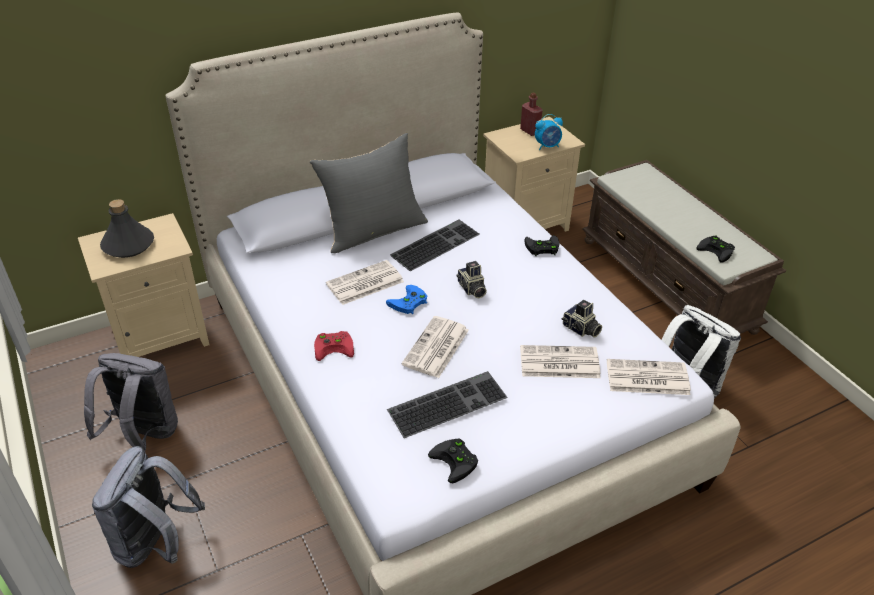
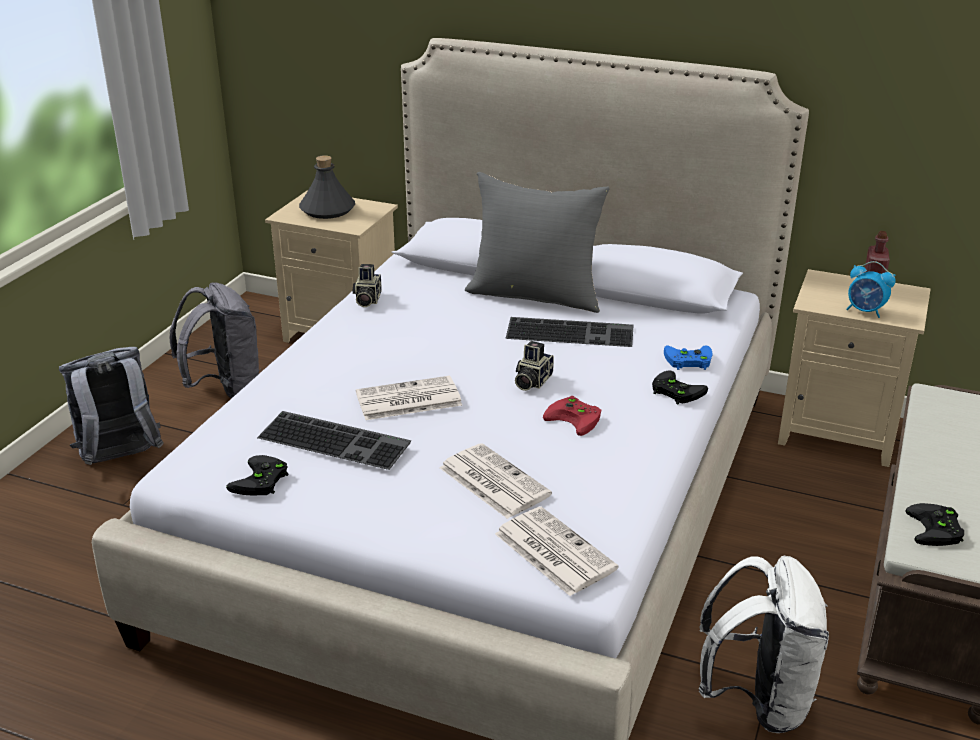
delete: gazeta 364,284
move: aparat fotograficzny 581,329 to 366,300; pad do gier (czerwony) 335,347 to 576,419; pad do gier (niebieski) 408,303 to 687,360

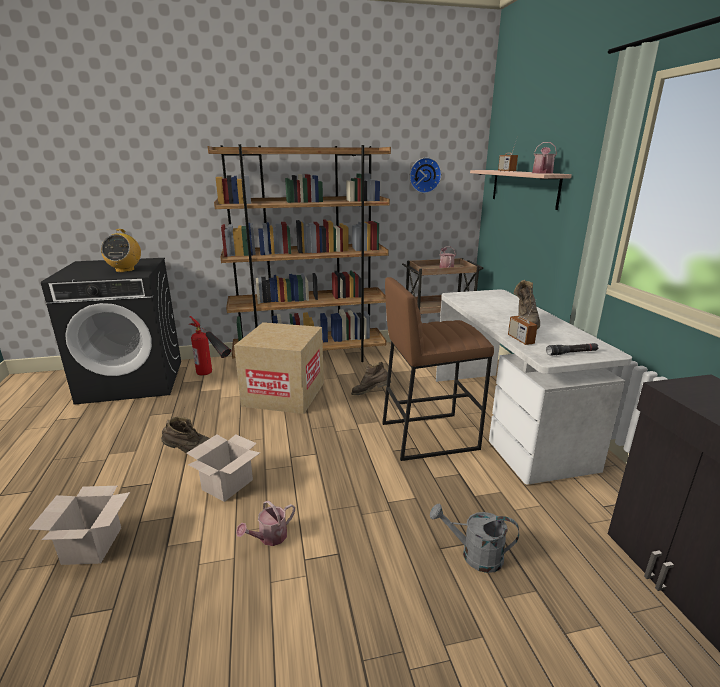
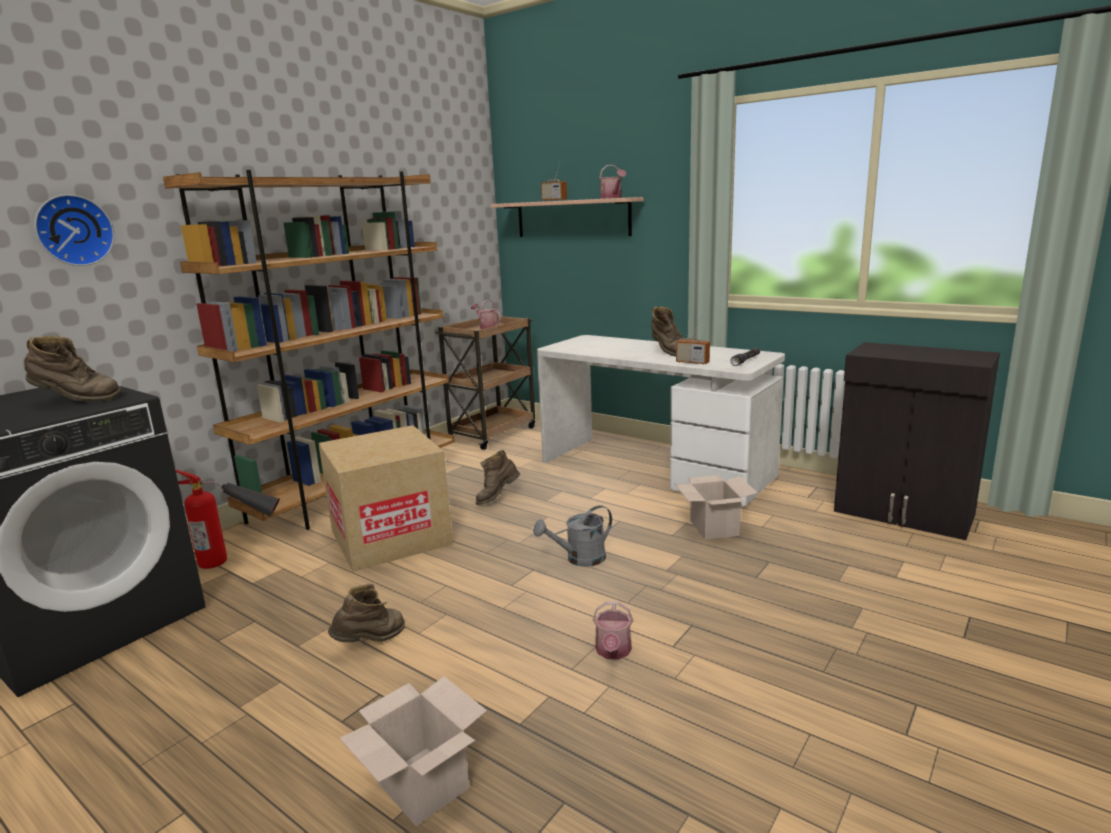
delete: stołek (brązowy) 429,435
move: zegar ścienny 424,175 to 73,230; konewka (szary) 474,555 to 579,559; karton 228,484 to 712,527
replace: radio 125,270 to but z cholewką (brązowy) 76,401

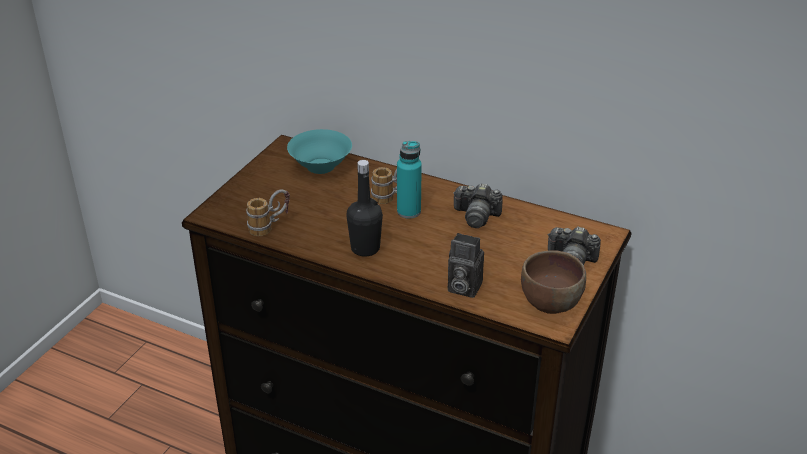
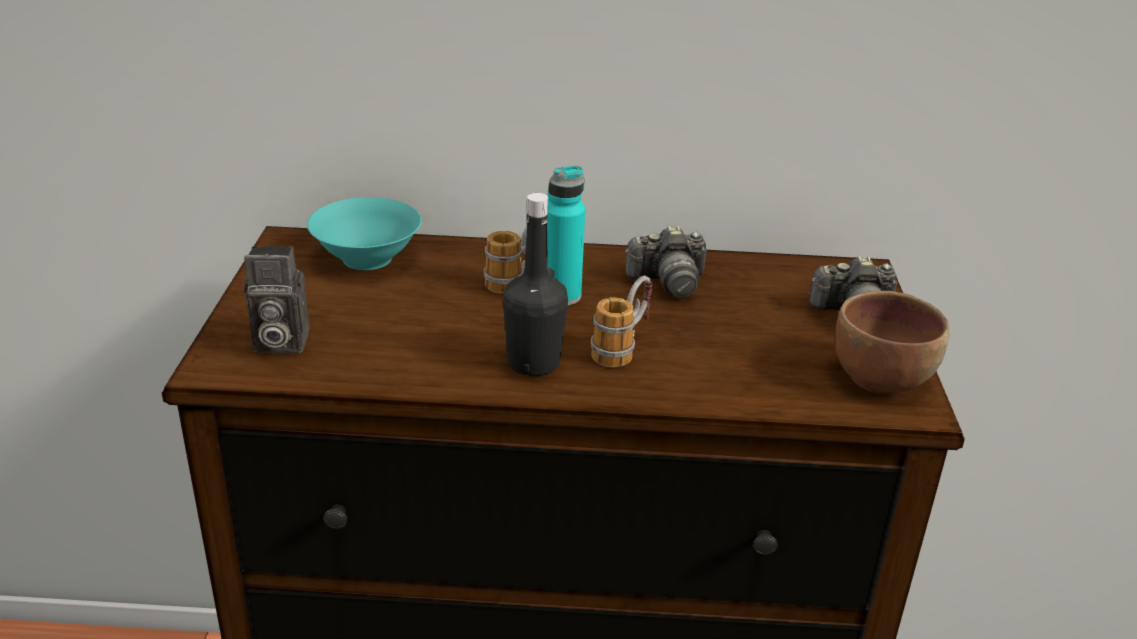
move: aparat fotograficzny 462,287 to 278,342; kubek 270,226 to 623,348

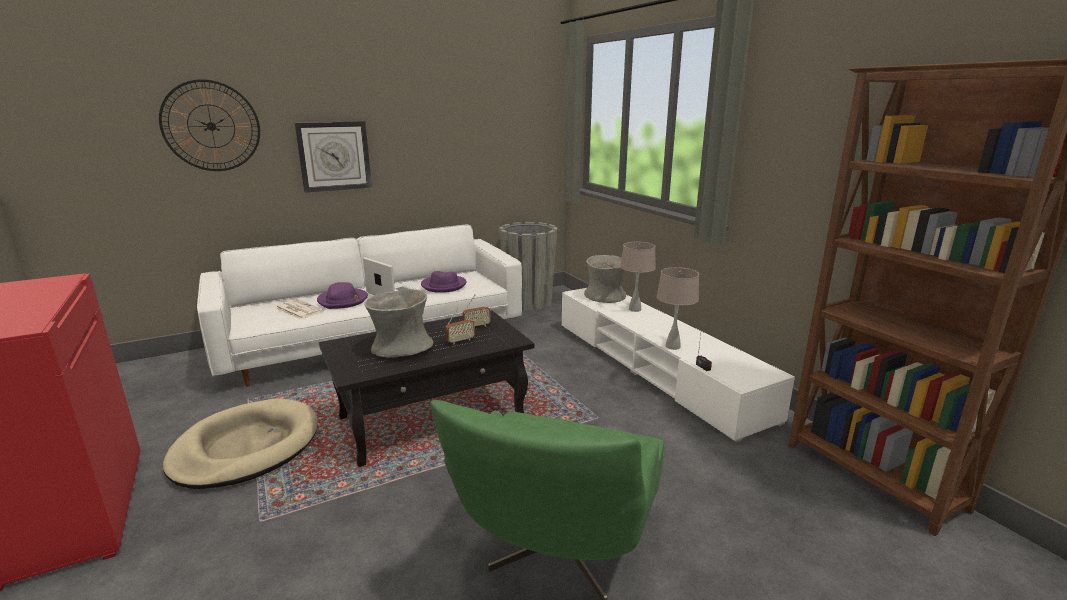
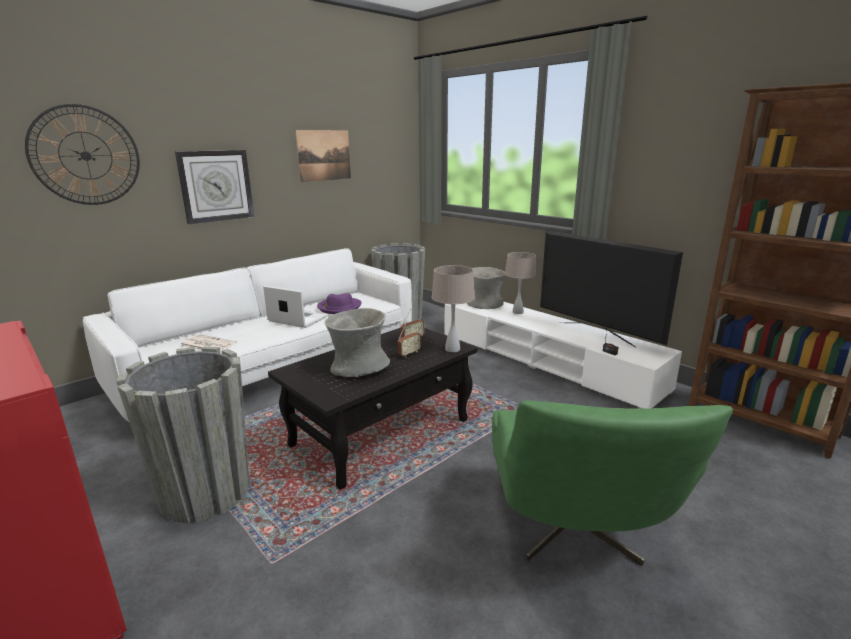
delete: kapelusz (fioletowy) 343,301
insert: obraz 324,155; telewizor 596,334
move: lampa stołowa (beżowy) 673,346 to 452,349
replace: legowisko (beżowy) 246,448 to donica (szary) 205,492

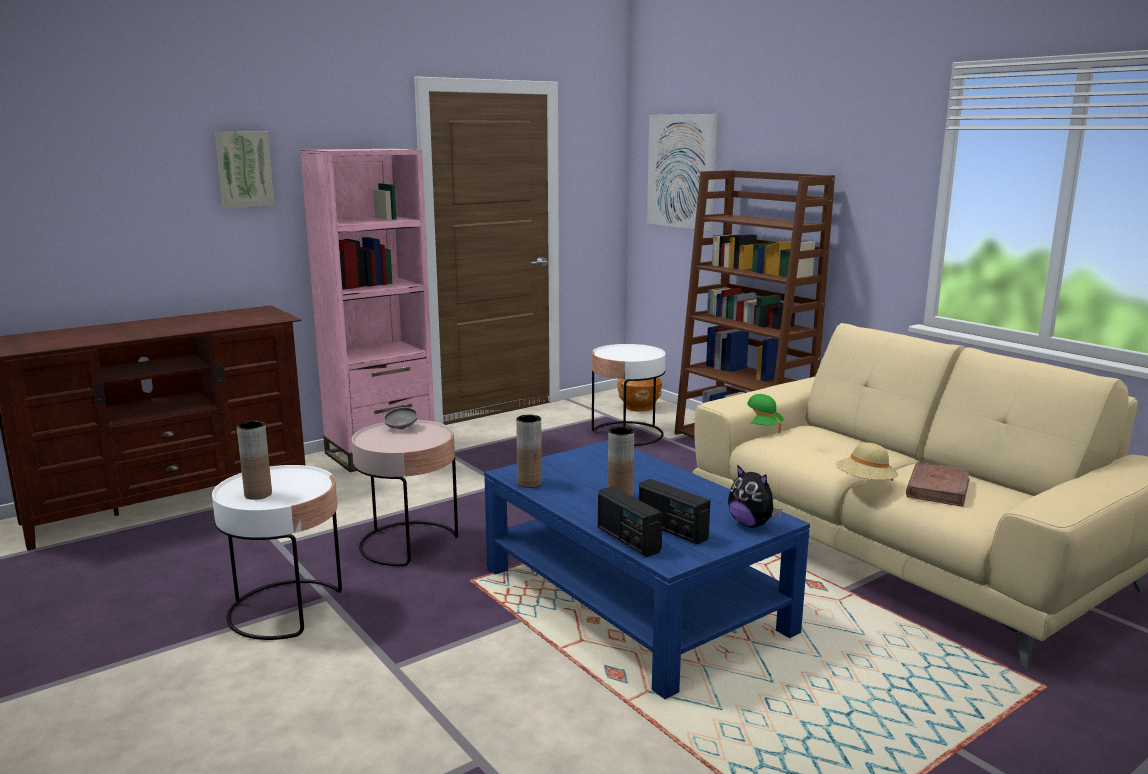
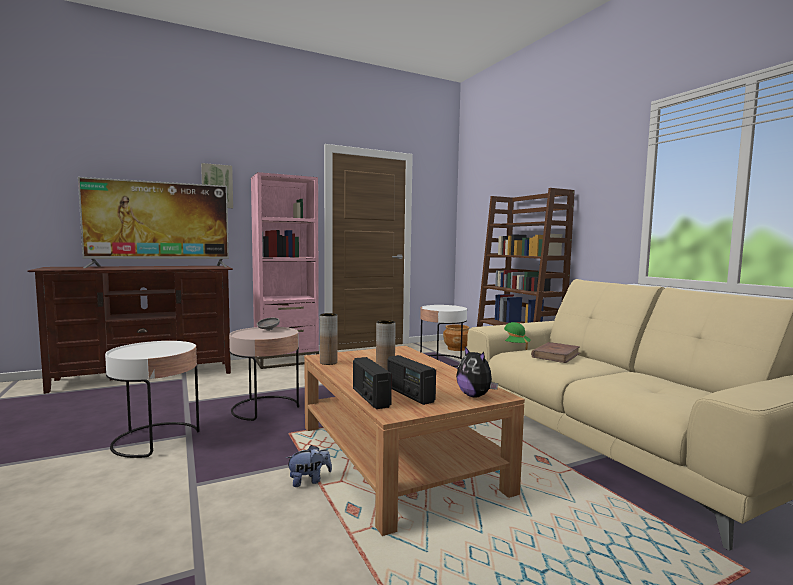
delete: wazon (brązowy) 258,494; obraz 681,171; kapelusz (beżowy) 865,483
insert: telewizor 160,266; pluszak 309,480
move: książka (brązowy) 938,488 to 556,355
recolor: ława (niebieski) 635,600 to ława (brązowy) 397,457

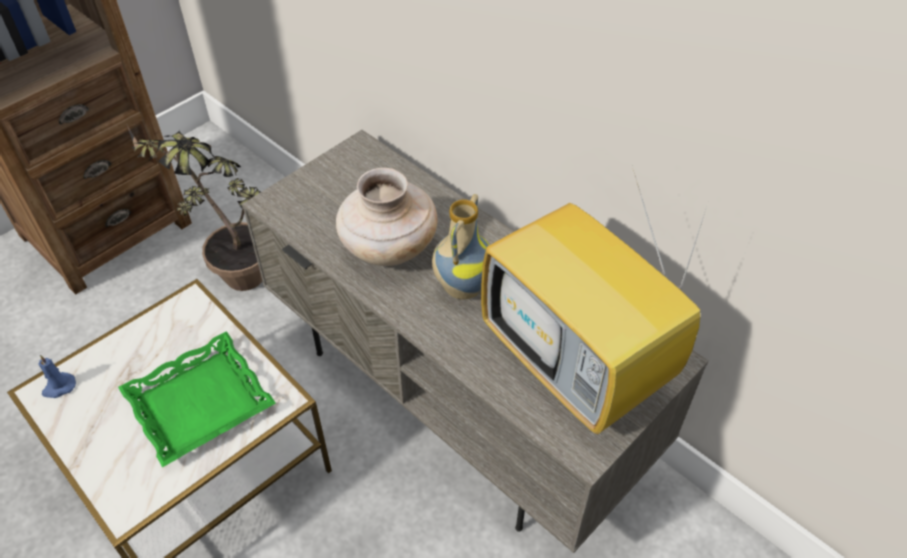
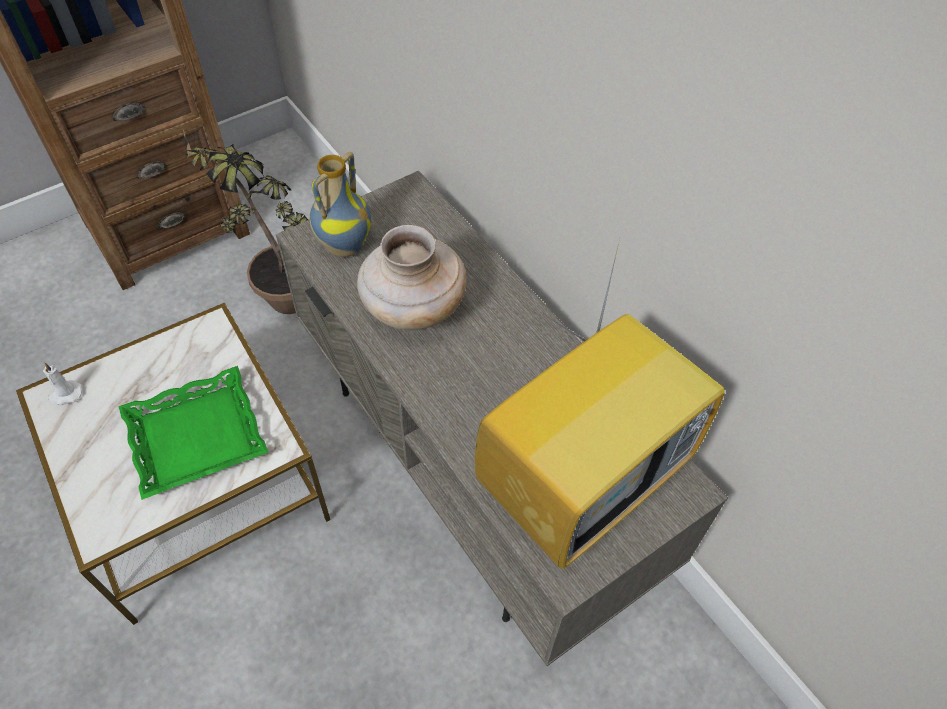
move: wazon 461,287 to 343,245
recolor: świeca (niebieski) 59,387 to świeca (biały) 65,394
rotate: telewizor 579,365 = 583,477 105 degrees counterclockwise

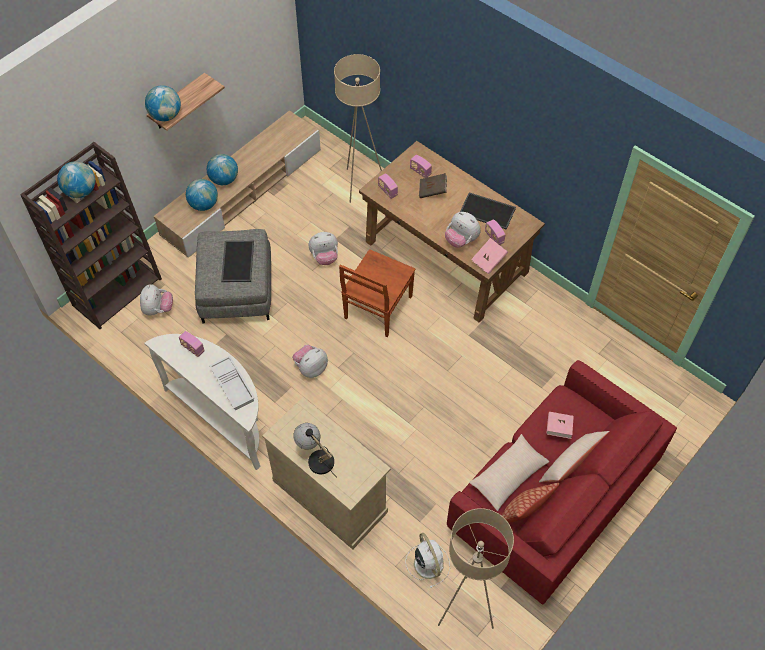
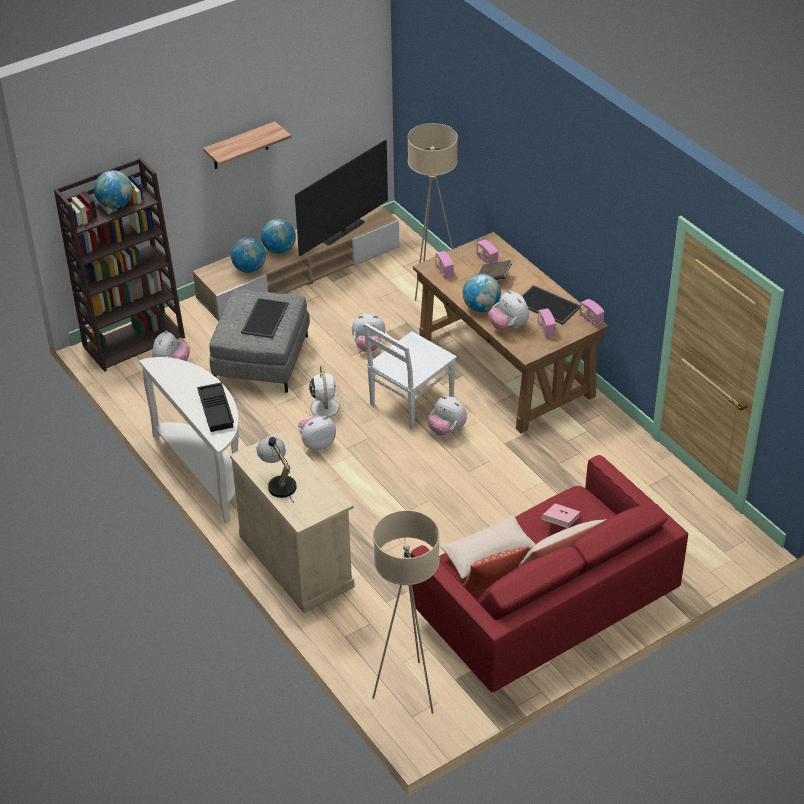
delete: książka (różowy) 488,261
insert: telewizor 343,232; pluszak 446,430
move: wentylator (biały) 428,563 to 324,407; globus 166,116 to 481,308; radio 192,348 to 591,319
recolor: taca (biały) 233,385 to taca (czarny) 217,410; krzesło (brązowy) 377,308 to krzesło (biały) 410,402

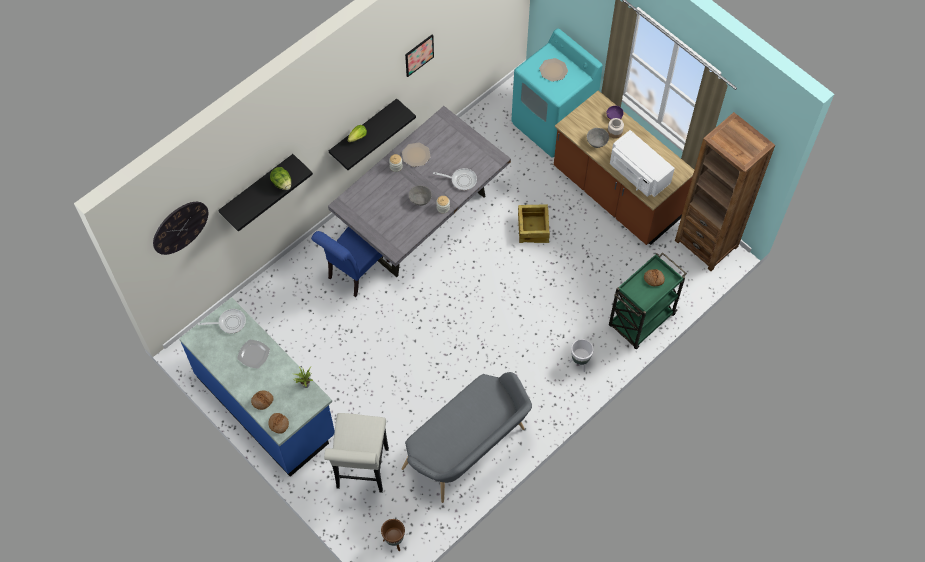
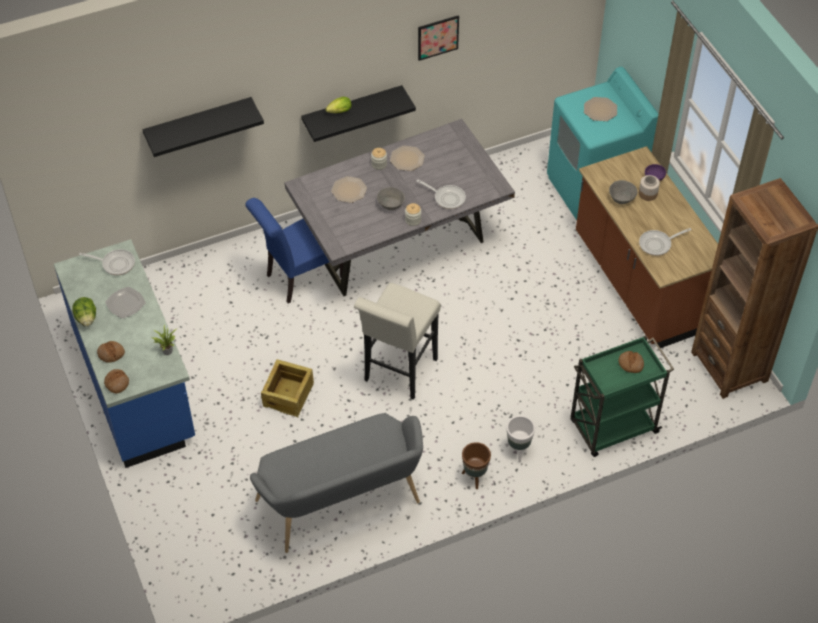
delete: zegar ścienny 180,227
insert: talerz 349,190
move: sałata 282,183 to 86,318; skrzynka 533,228 to 289,395; stołek (biały) 361,472 to 398,374; donica (brązowy) 394,541 to 474,477
replace: mikrofalówka (biały) 638,173 to patelnia 657,244

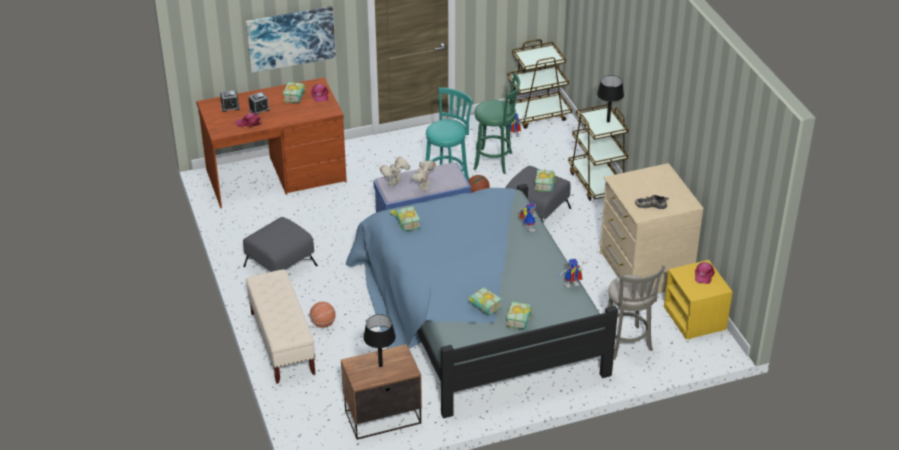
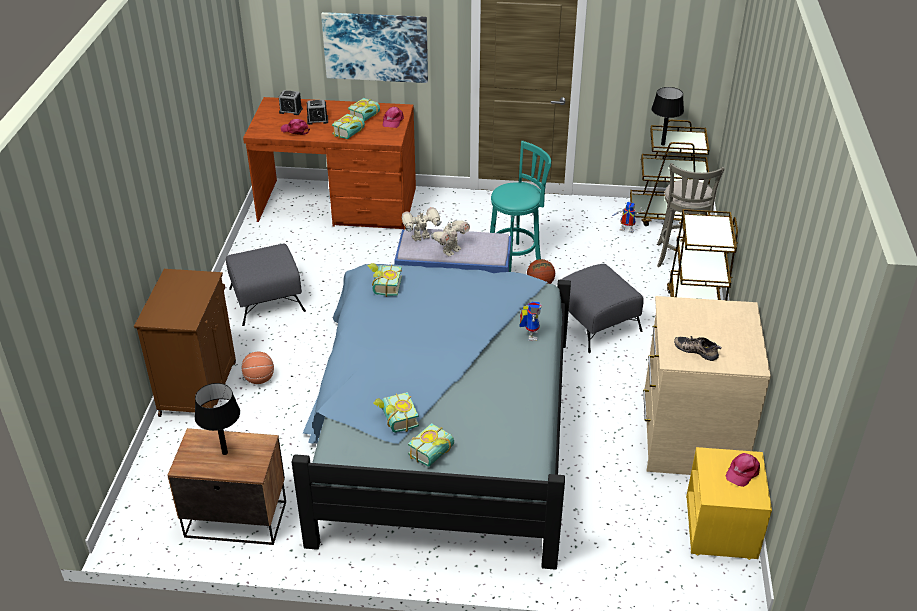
delete: stołek (zielony) 495,161; robot zabawkowy 571,286
move: książka 547,186 to 351,134; lampa stołowa (czarny) 608,121 to 662,144; stołek (szary) 627,344 to 679,259
replace: ławka (beżowy) 282,343 to szafka (brązowy) 199,387

